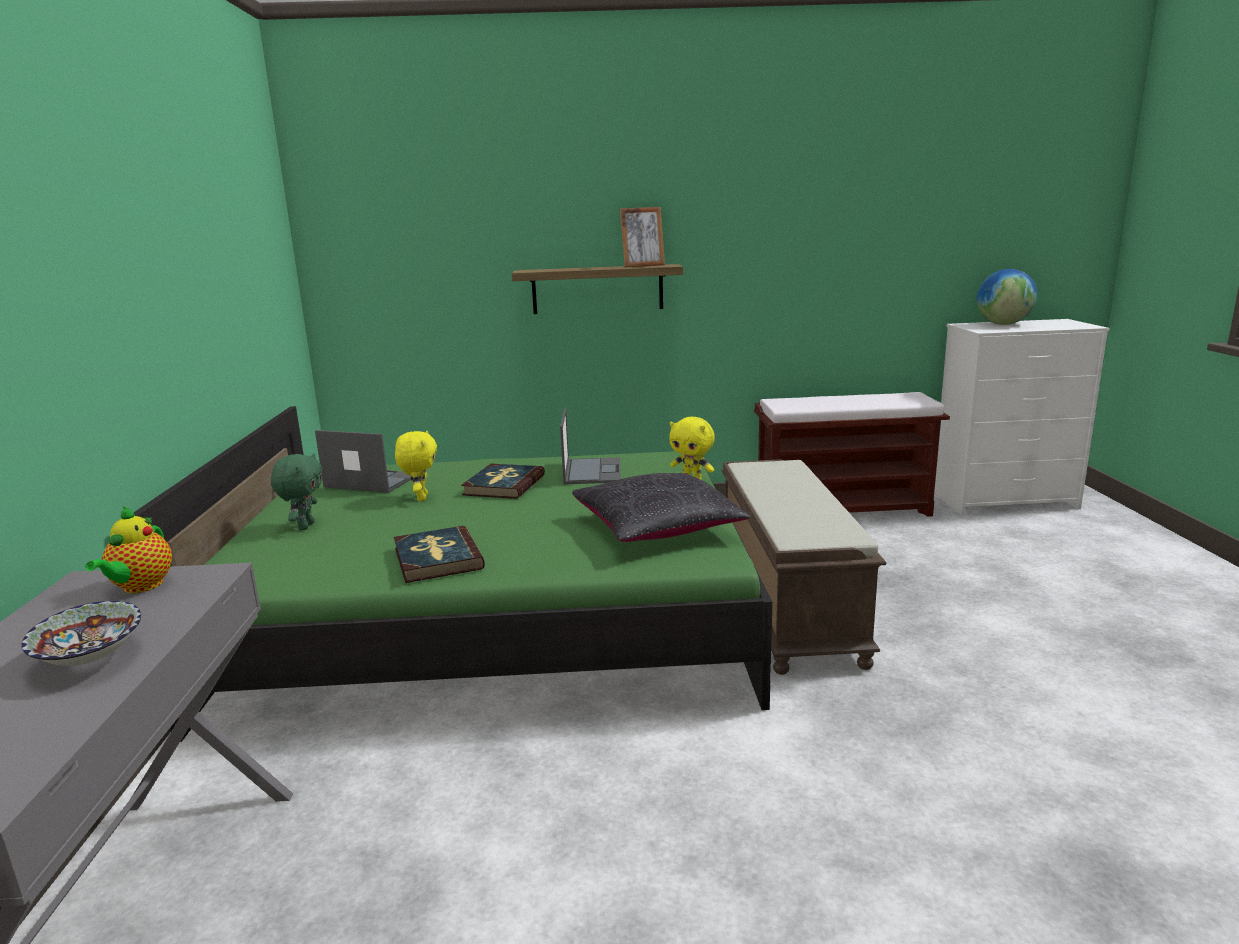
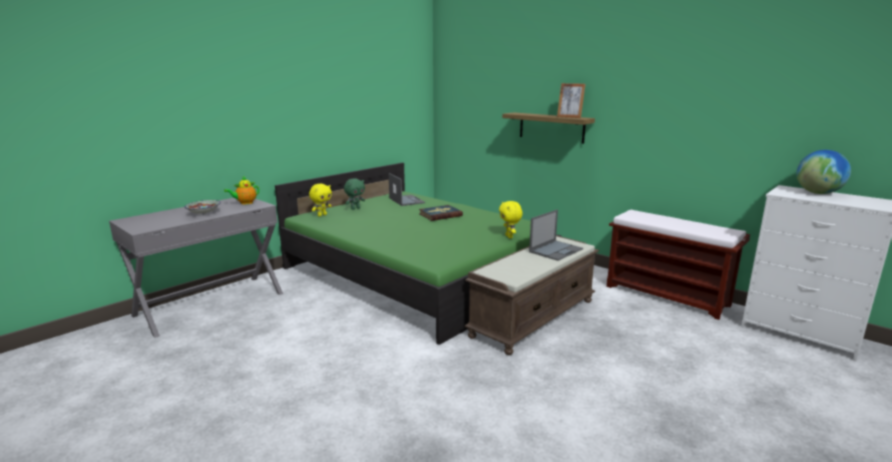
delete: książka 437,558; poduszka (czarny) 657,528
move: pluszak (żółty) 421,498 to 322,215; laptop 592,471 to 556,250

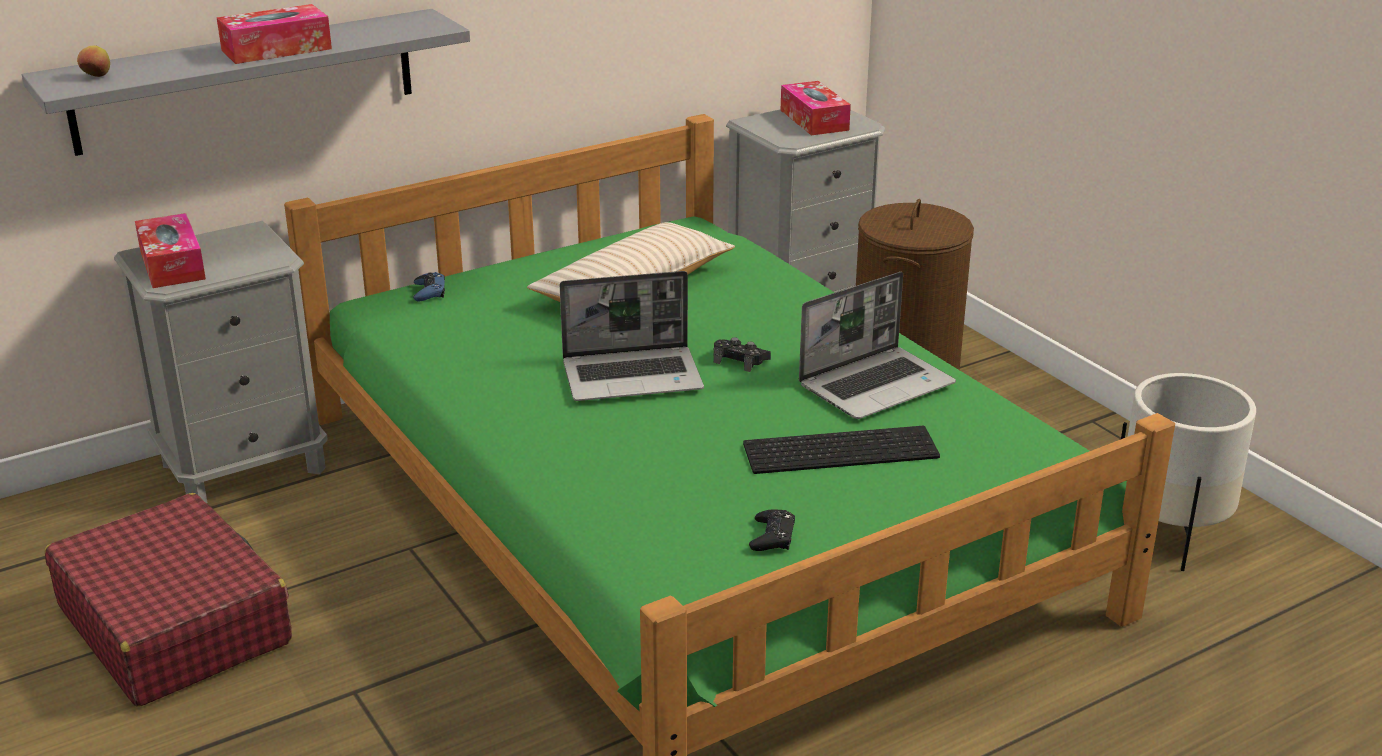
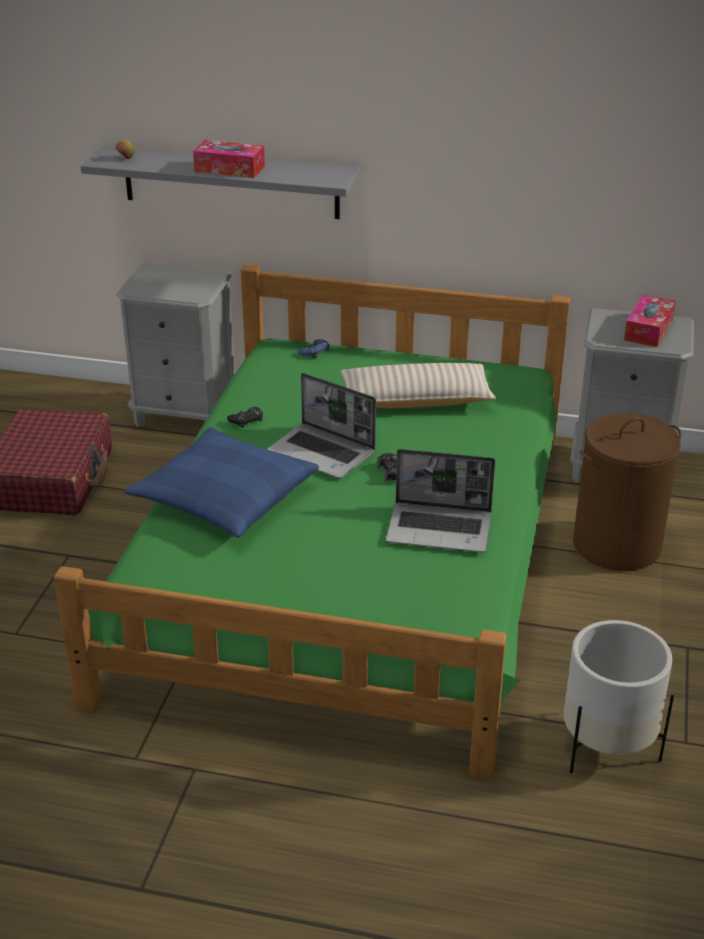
delete: pudełko chusteczek 172,264; klawiatura 841,449
insert: poduszka (niebieski) 224,497
move: pad do gier (czarny) 772,536 to 246,420

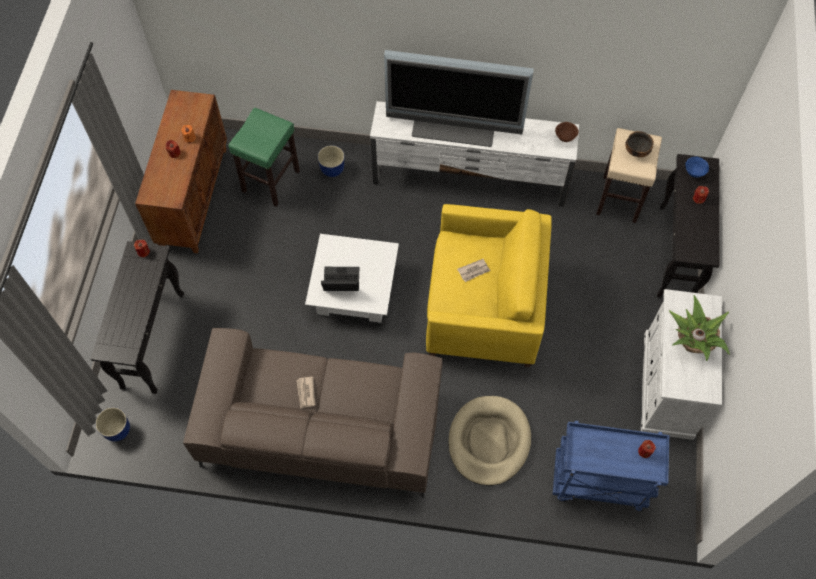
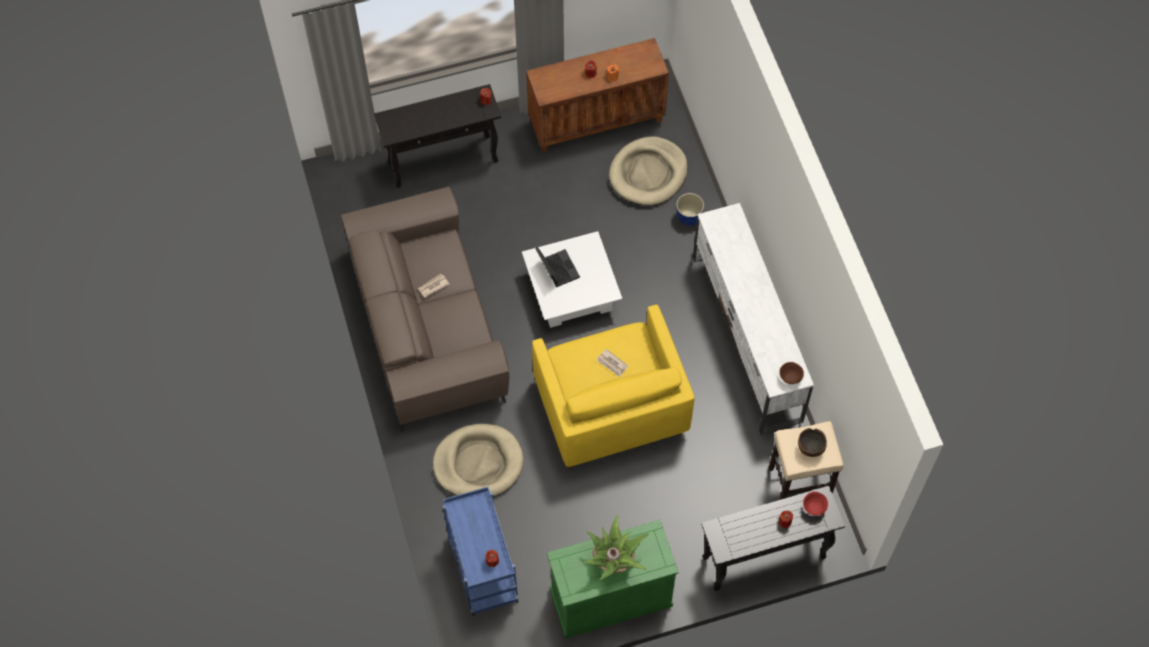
delete: donica 118,430; telewizor 454,128
replace: stołek (zielony) 271,180 to legowisko (beżowy) 648,173
recolor: szafka (biały) 667,385 to szafka (zielony) 610,597; miska (niebieski) 694,172 to miska (czerwony) 814,508

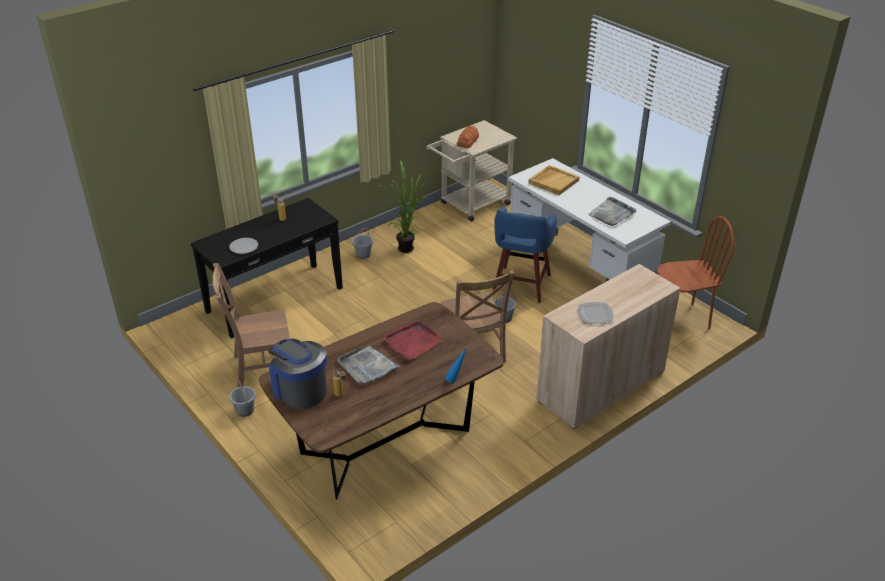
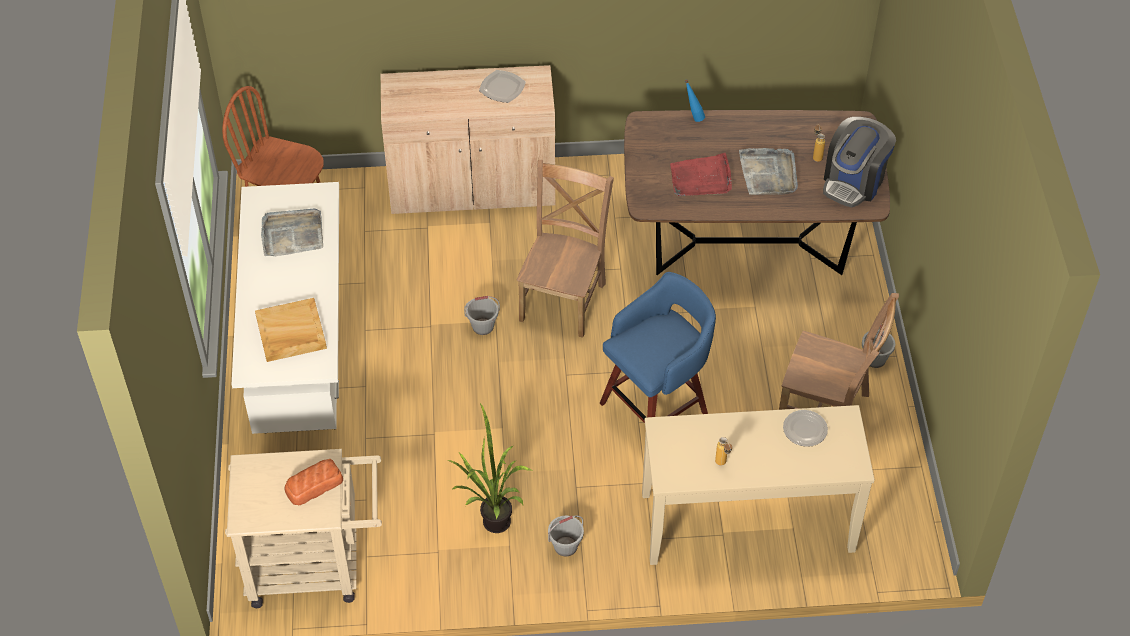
move: stołek (niebieski) 520,285 to 656,406
recolor: stolik konsolowy (czarny) 274,299 to stolik konsolowy (beżowy) 747,523
rotate: ekspres do kawy 299,390 = 854,181 45 degrees clockwise

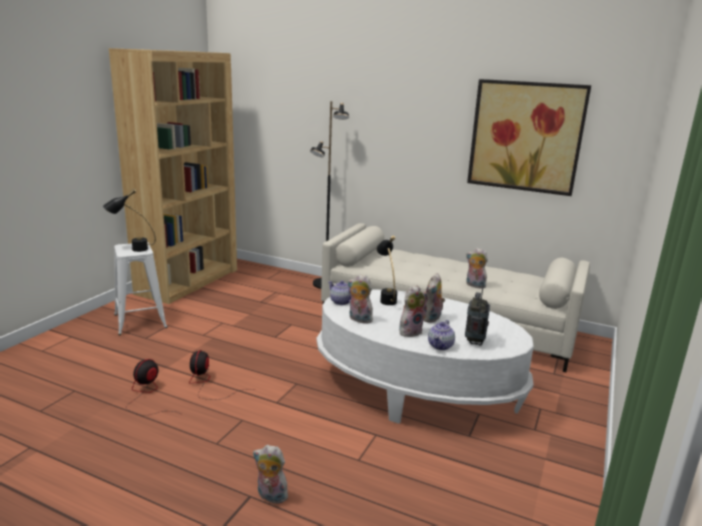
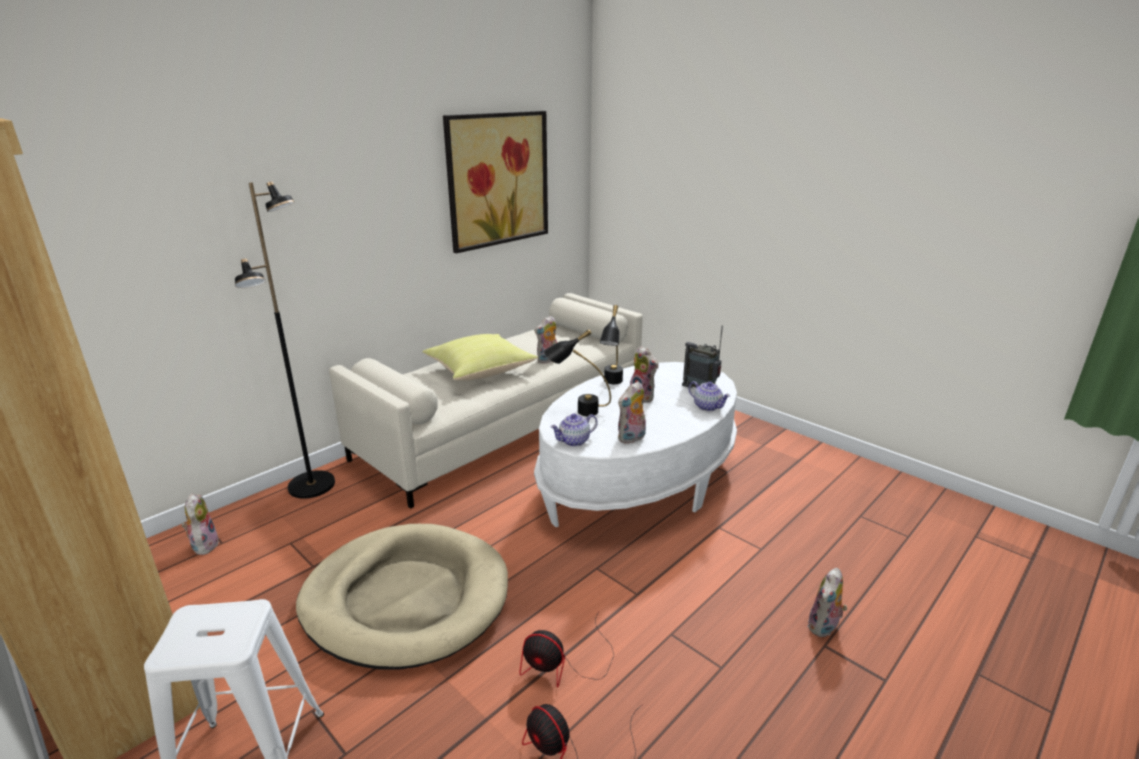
insert: legowisko (beżowy) 406,598; poduszka (żółty) 480,371
move: pluszak 410,331 to 204,545; lampa stołowa (czarny) 132,249 to 611,384

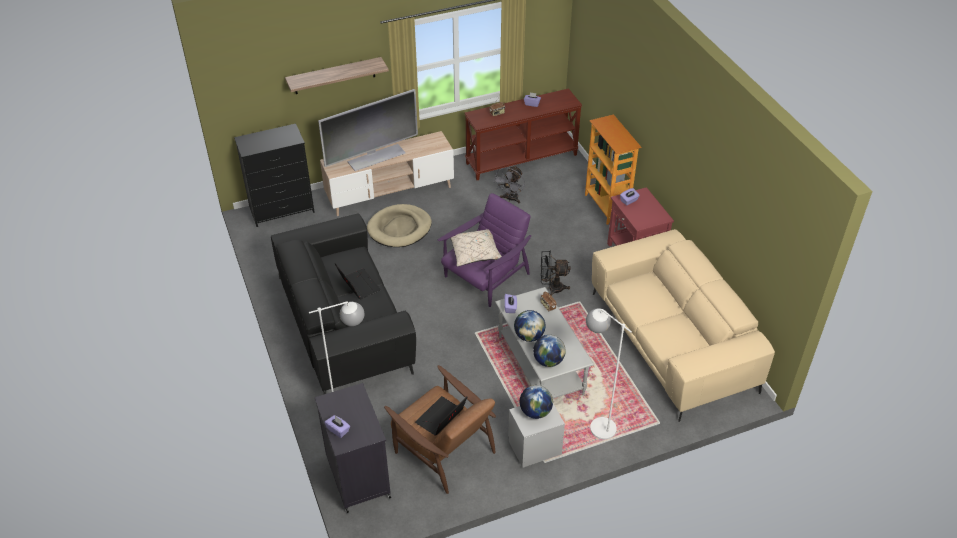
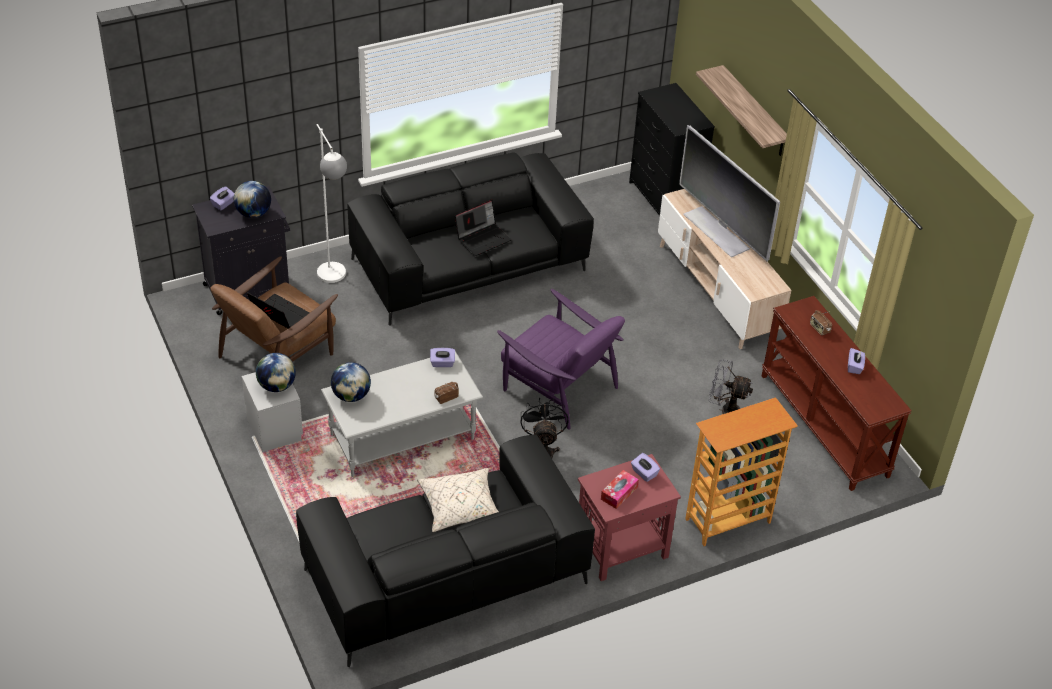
delete: legowisko (beżowy) 399,228; lampa stojąca (biały) 596,423
insert: pudełko chusteczek 619,493
move: globus 529,336 to 253,213; poduszka (beżowy) 475,252 to 460,507
recolor: kanapa (beżowy) 671,342 to kanapa (czarny) 445,575

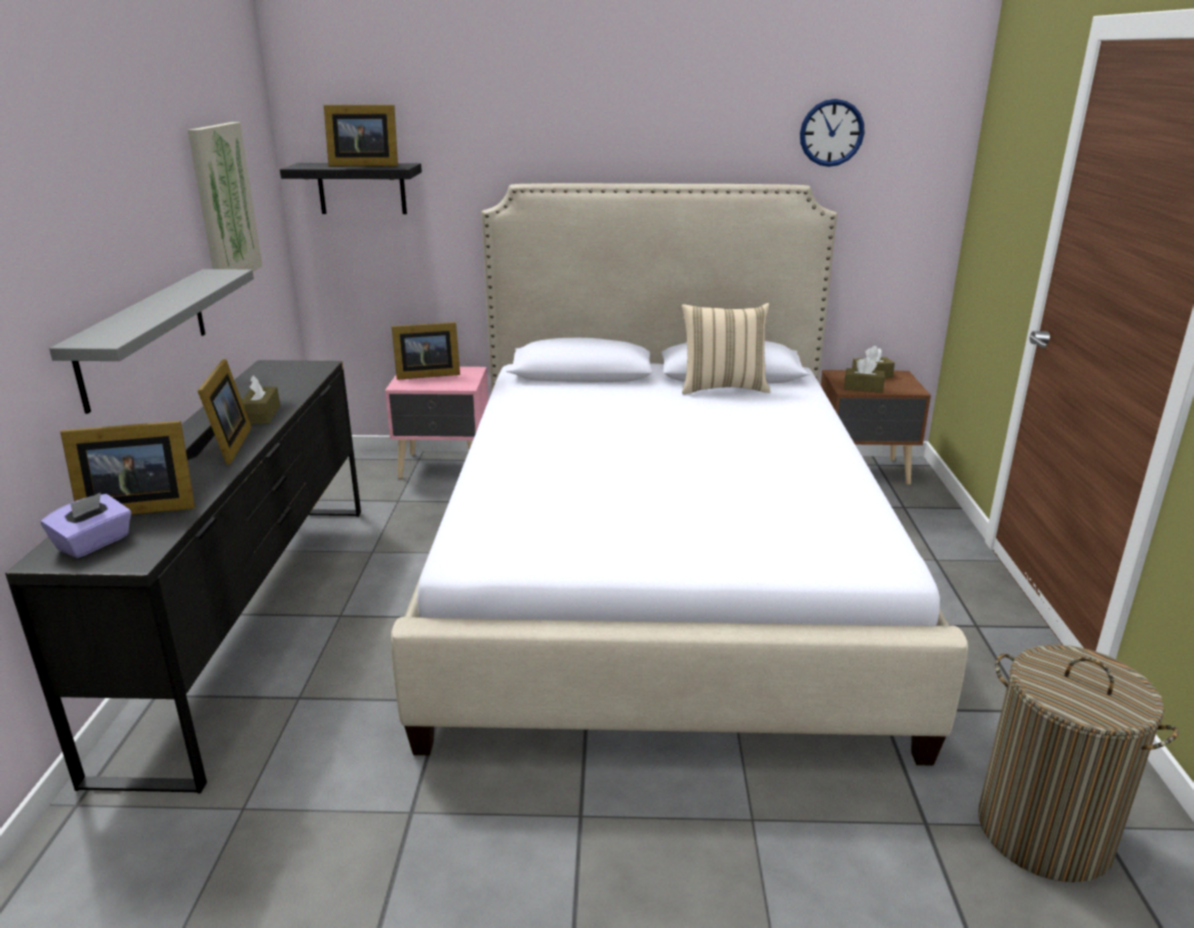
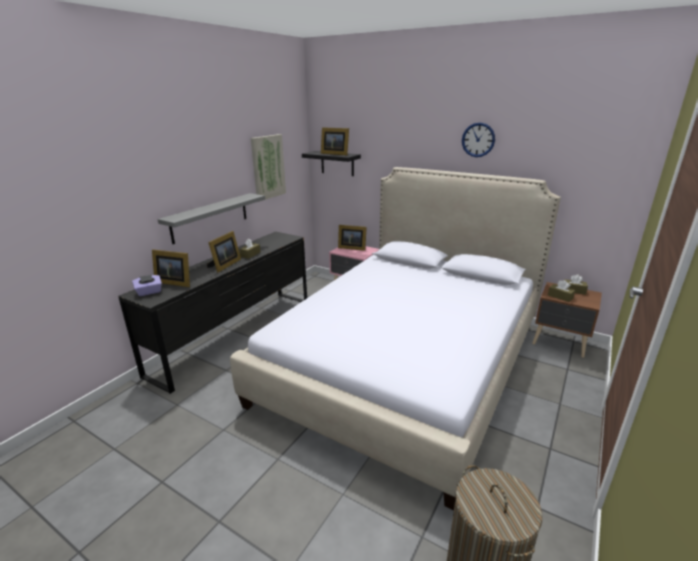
delete: poduszka (beżowy) 723,388
move: zegar ścienny 831,133 to 478,140

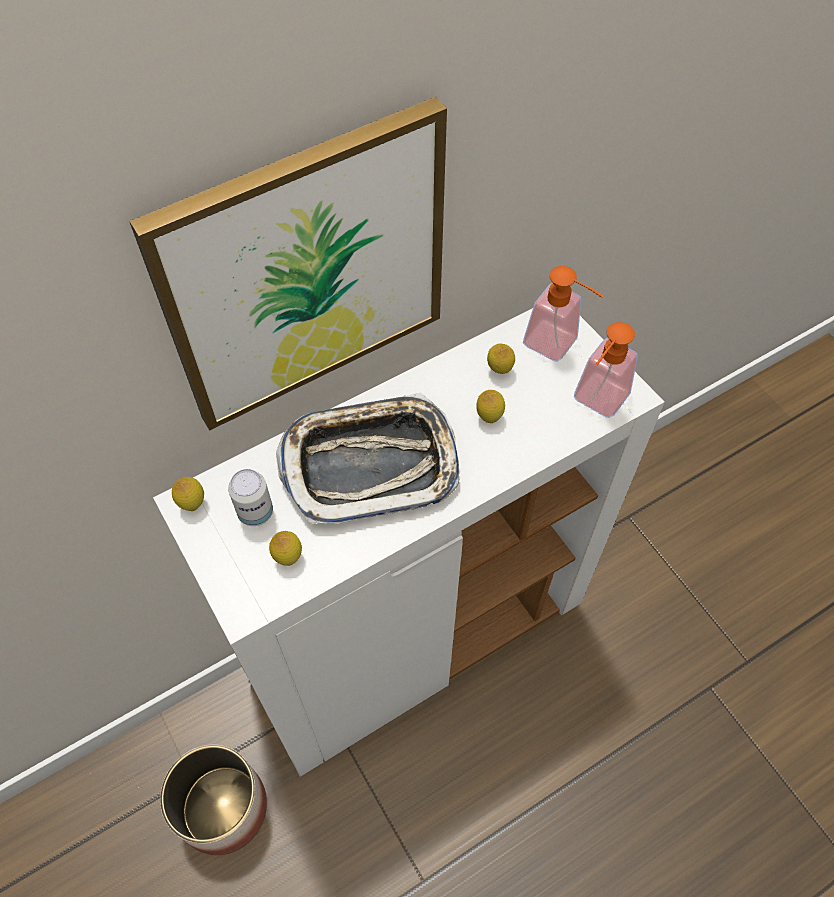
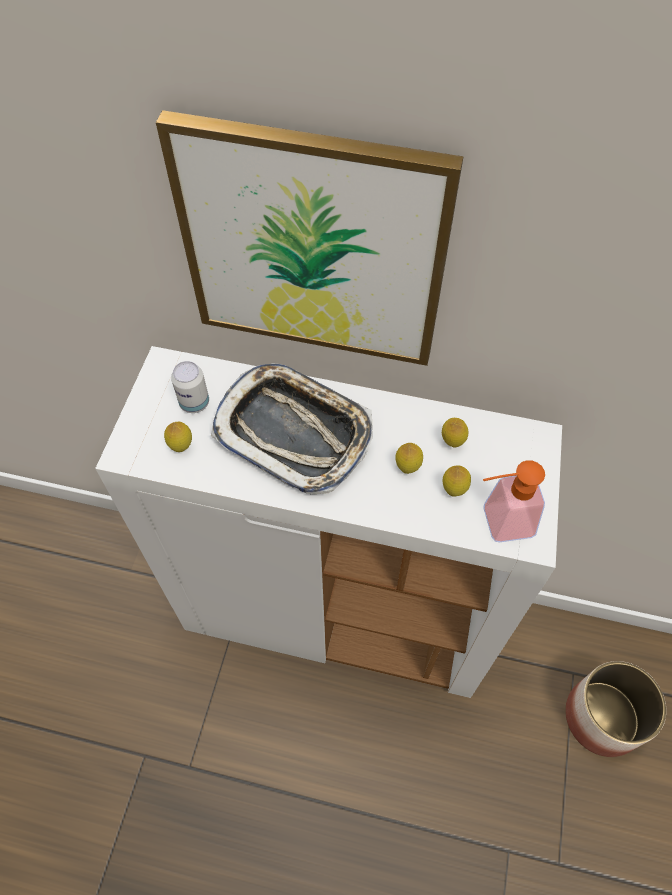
delete: dozownik mydła 558,345
move: cytryna 192,504 to 454,490; donica 224,807 to 603,717

